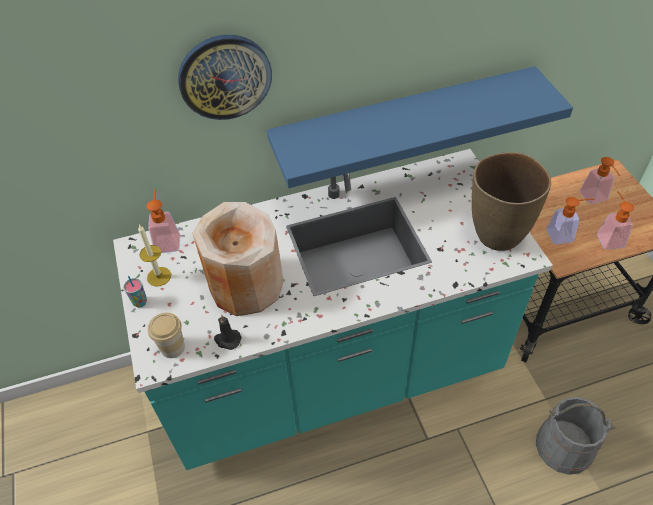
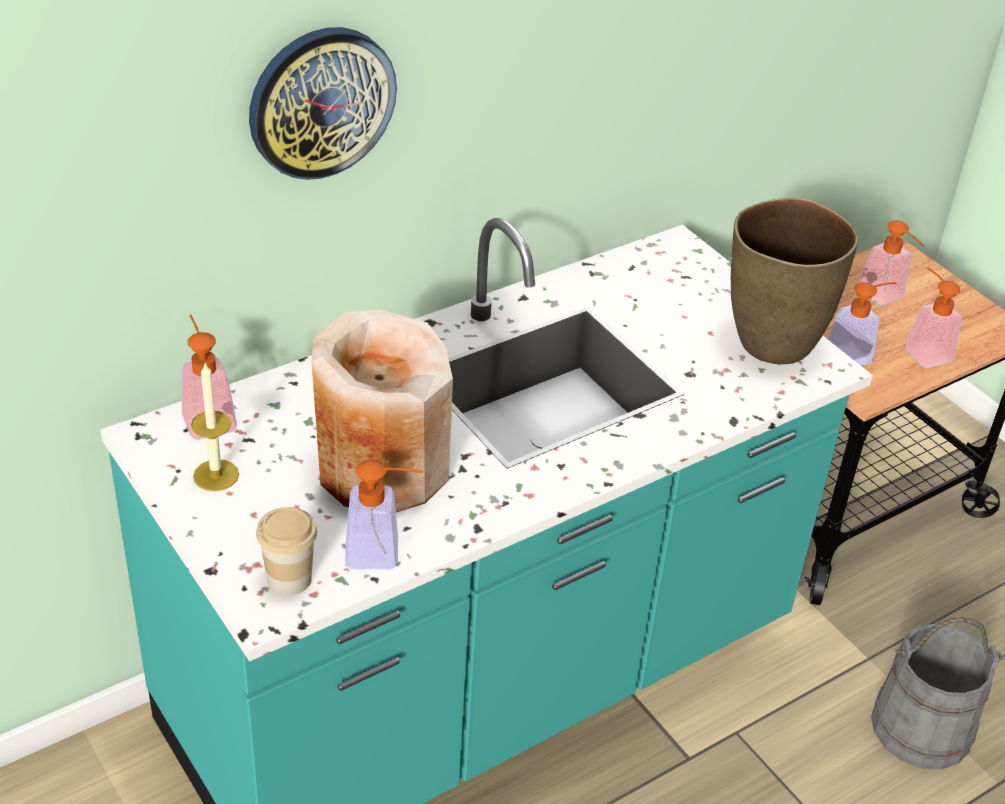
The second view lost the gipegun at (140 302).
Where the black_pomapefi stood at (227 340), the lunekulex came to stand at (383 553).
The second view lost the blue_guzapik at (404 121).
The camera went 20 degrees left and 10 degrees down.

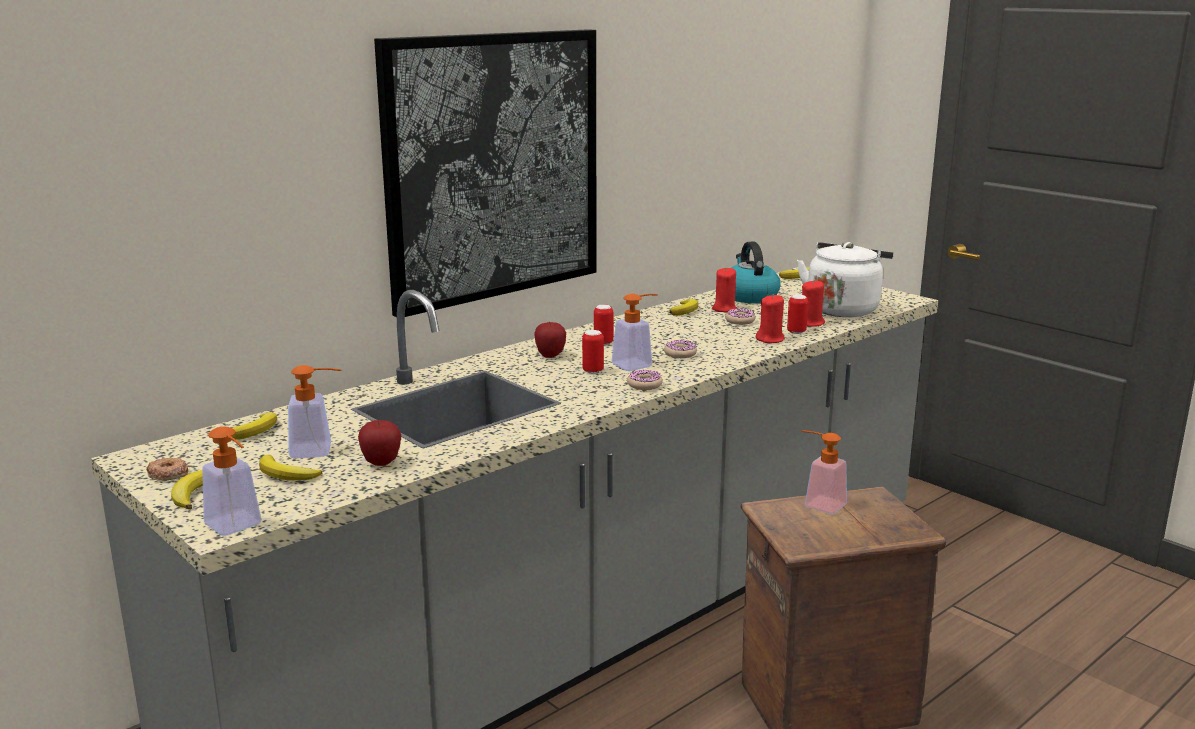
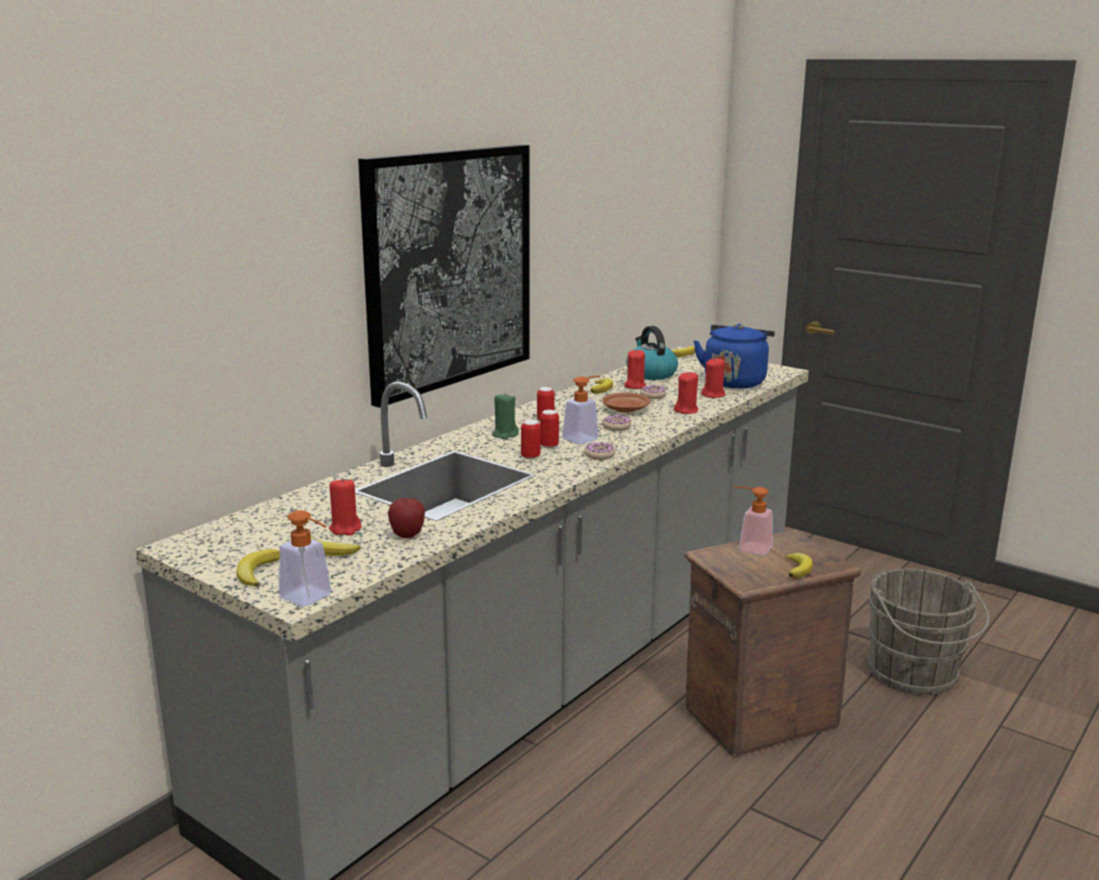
The second view lost the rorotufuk at (168 474).
The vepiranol ended up elsewhere, having gone from (256 430) to (798 568).
Where the lunekulex stood at (319 451), the red_pomapefi came to stand at (345 529).
Where the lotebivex stood at (550 356), the green_pomapefi came to stand at (505 434).
The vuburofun ended up elsewhere, having gone from (796 332) to (530 457).
What was the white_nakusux at (843 309) turned into the blue_nakusux at (735 381).
The second view gained the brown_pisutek at (625 409).
The second view gained the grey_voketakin at (915 675).
The camera went 10 degrees left and 0 degrees up.

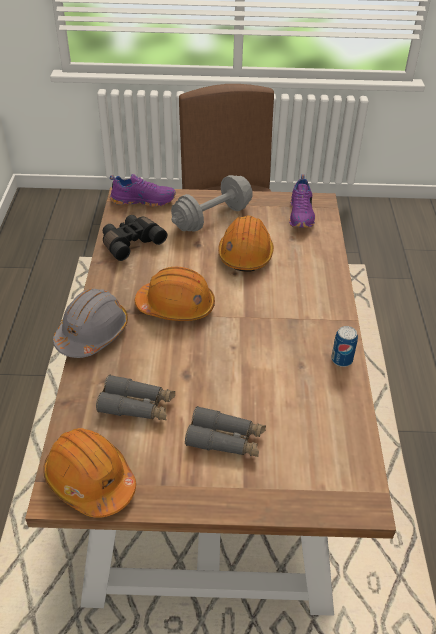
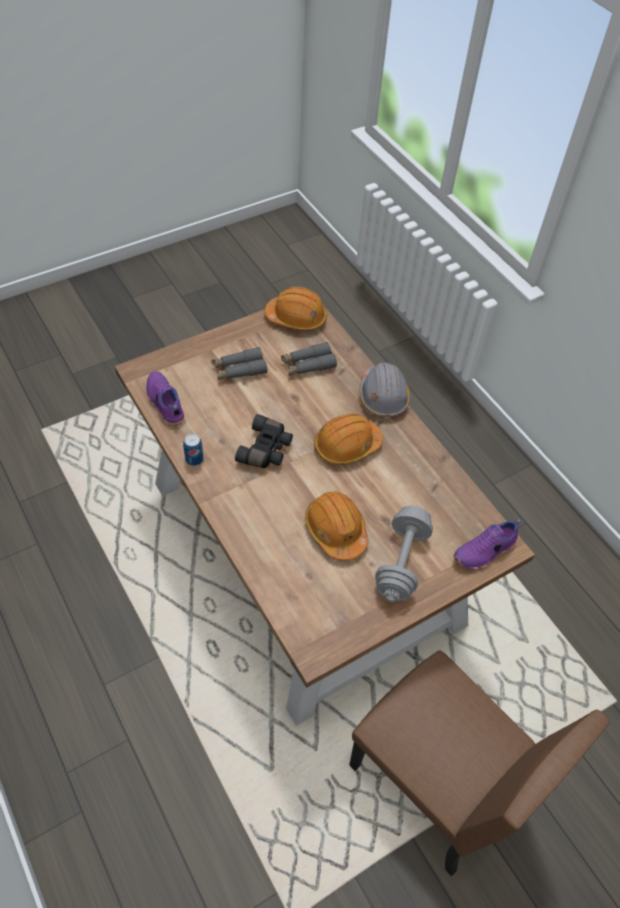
The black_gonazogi ended up elsewhere, having gone from (131 243) to (266 450).
The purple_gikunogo ended up elsewhere, having gone from (301 215) to (164 404).
The camera went 145 degrees right and 10 degrees up.

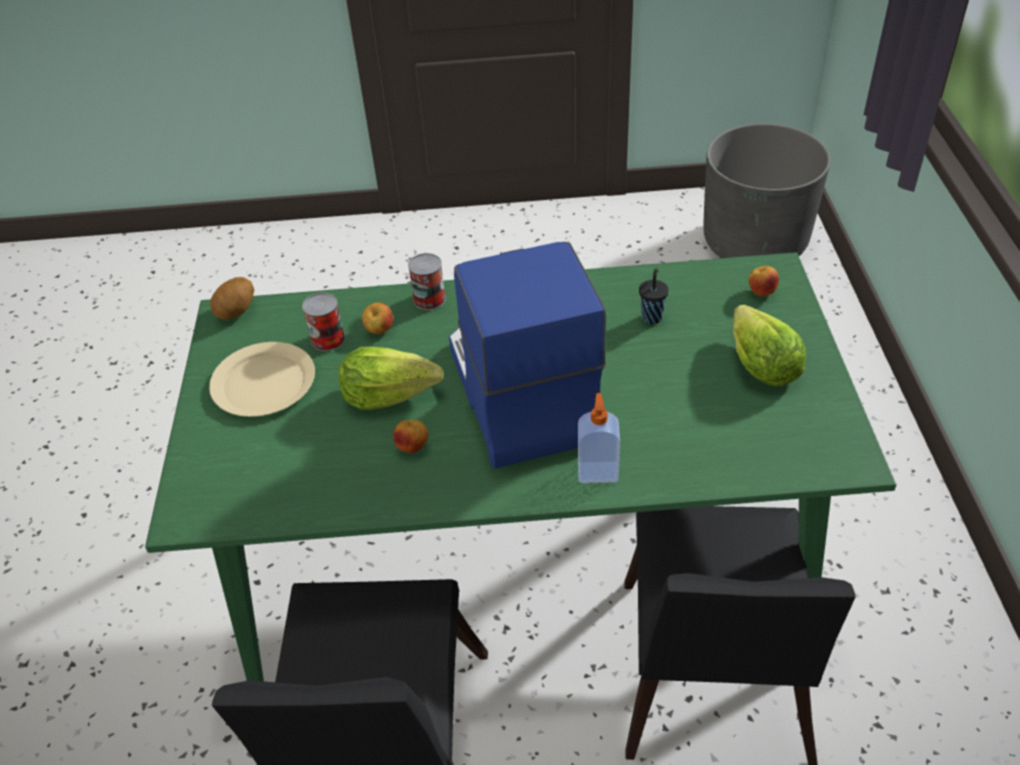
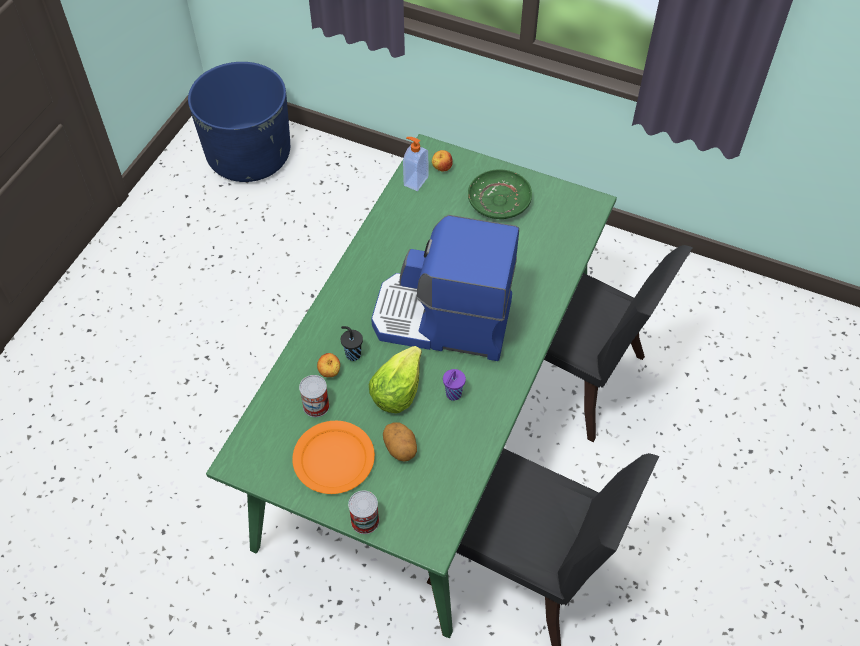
What was the beige_pisutek at (263 382) turned into the orange_pisutek at (333 459).
The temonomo ended up elsewhere, having gone from (237 312) to (400 448).
Where the lotebivex stood at (413 447), the purple_gipegun came to stand at (453 395).
The vuburofun ended up elsewhere, having gone from (429 299) to (365 520).
The lunekulex ended up elsewhere, having gone from (597 471) to (415 181).
The black_gipegun ended up elsewhere, having gone from (652 317) to (352 354).
What was the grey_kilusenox at (754 242) turned into the blue_kilusenox at (249 156).
Where the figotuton stood at (760 365), the green_pisutek came to stand at (499 201).
The camera went 65 degrees left and 10 degrees up.

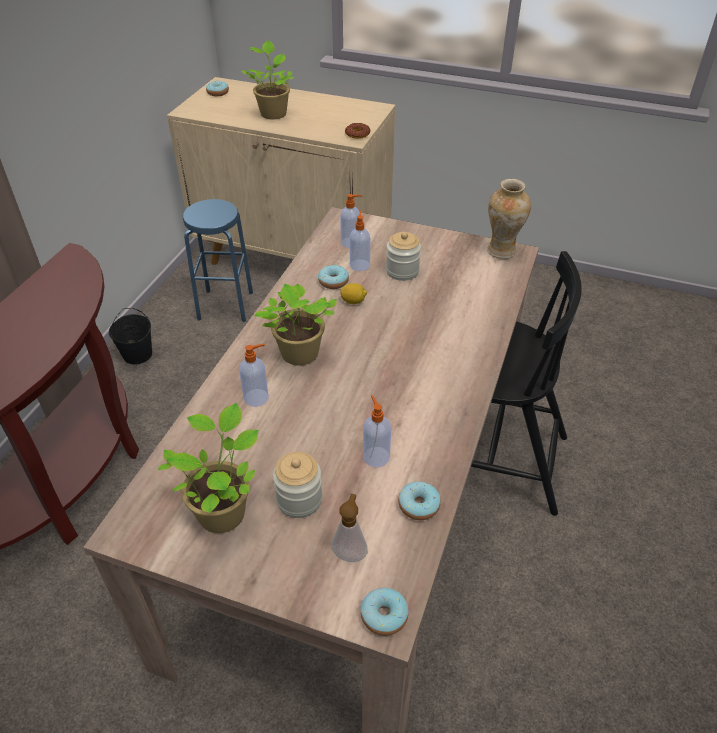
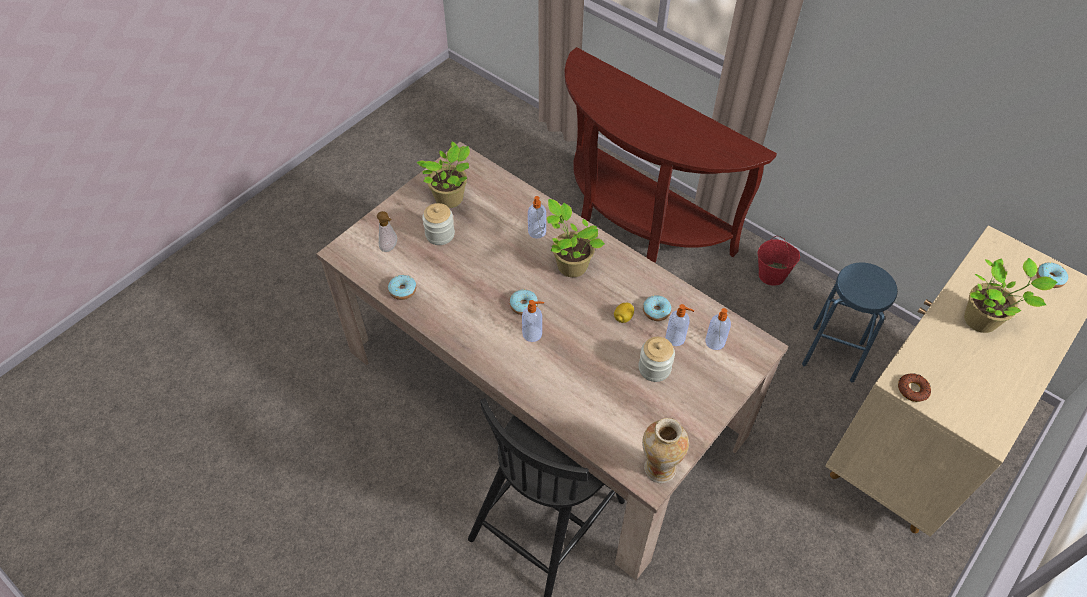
What was the black_voketakin at (137 354) turned into the red_voketakin at (772 275).
The rorotufuk ended up elsewhere, having gone from (384 616) to (523 305).
The lunekulex ended up elsewhere, having gone from (376 456) to (533 334).
The camera went 110 degrees right and 10 degrees up.

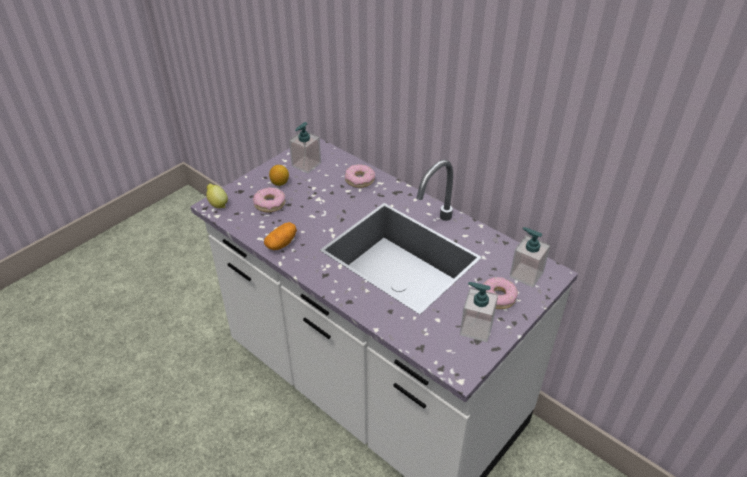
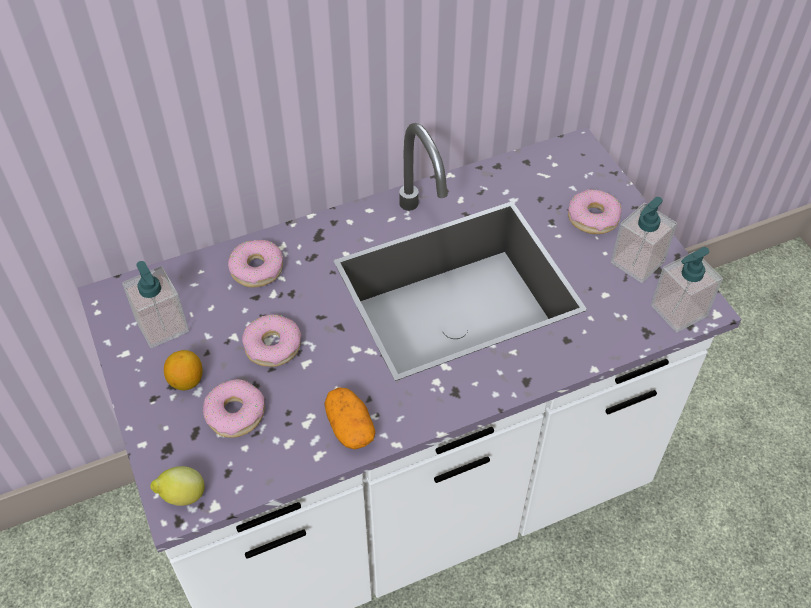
The lunekulex ended up elsewhere, having gone from (526 274) to (678 311).
The second view gained the rorotufuk at (273 346).
The camera went 65 degrees left and 10 degrees up.

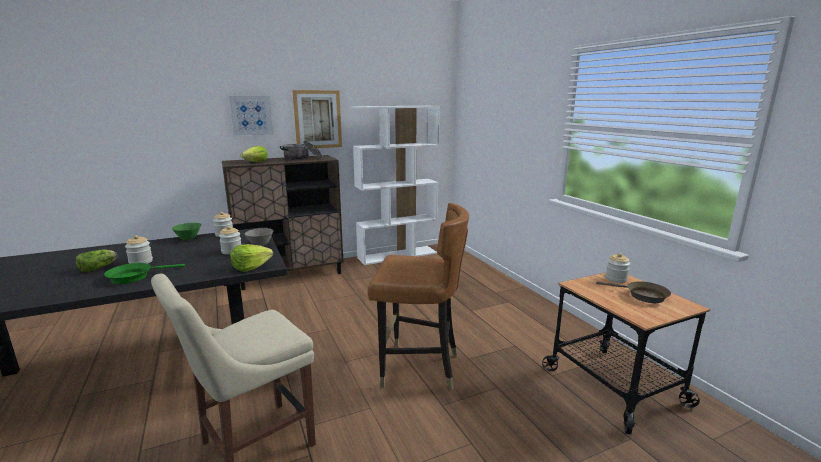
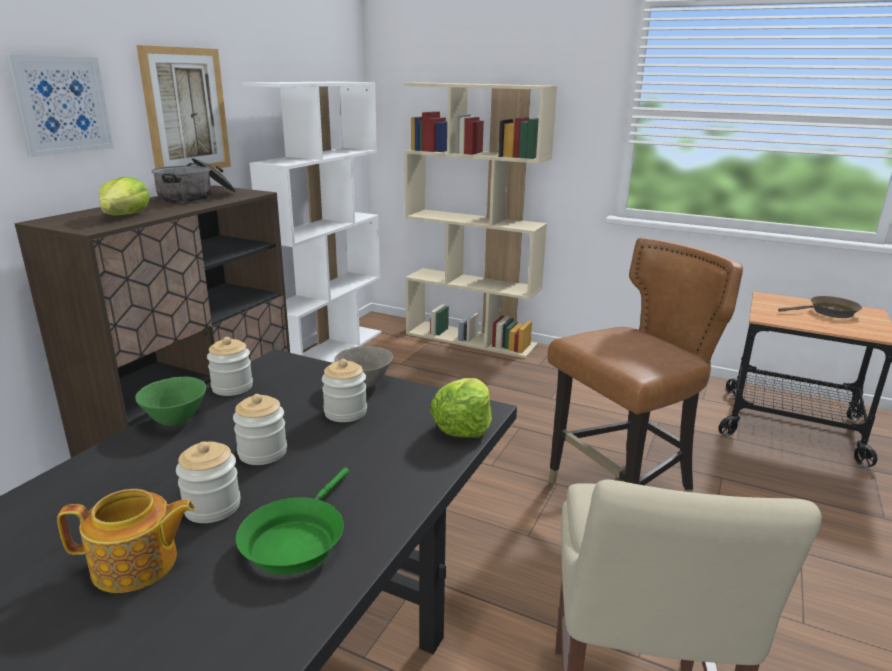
Where the figotuton stood at (99 267), the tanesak came to stand at (137 564).
The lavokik ended up elsewhere, having gone from (616 279) to (262 452).
The second view gained the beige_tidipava at (471 339).
The camera went 40 degrees left and 5 degrees up.

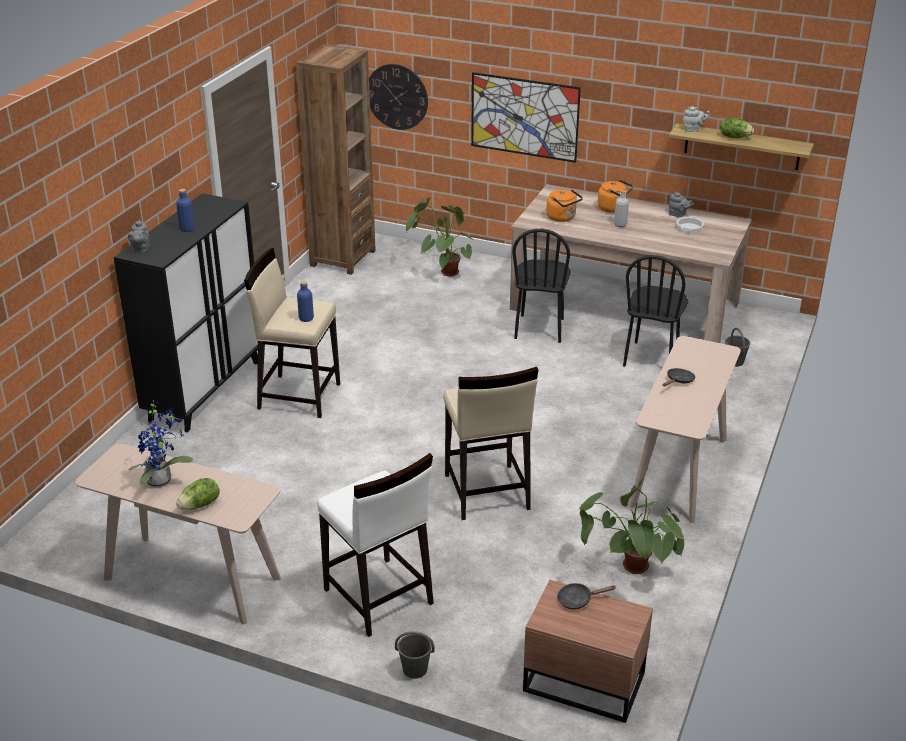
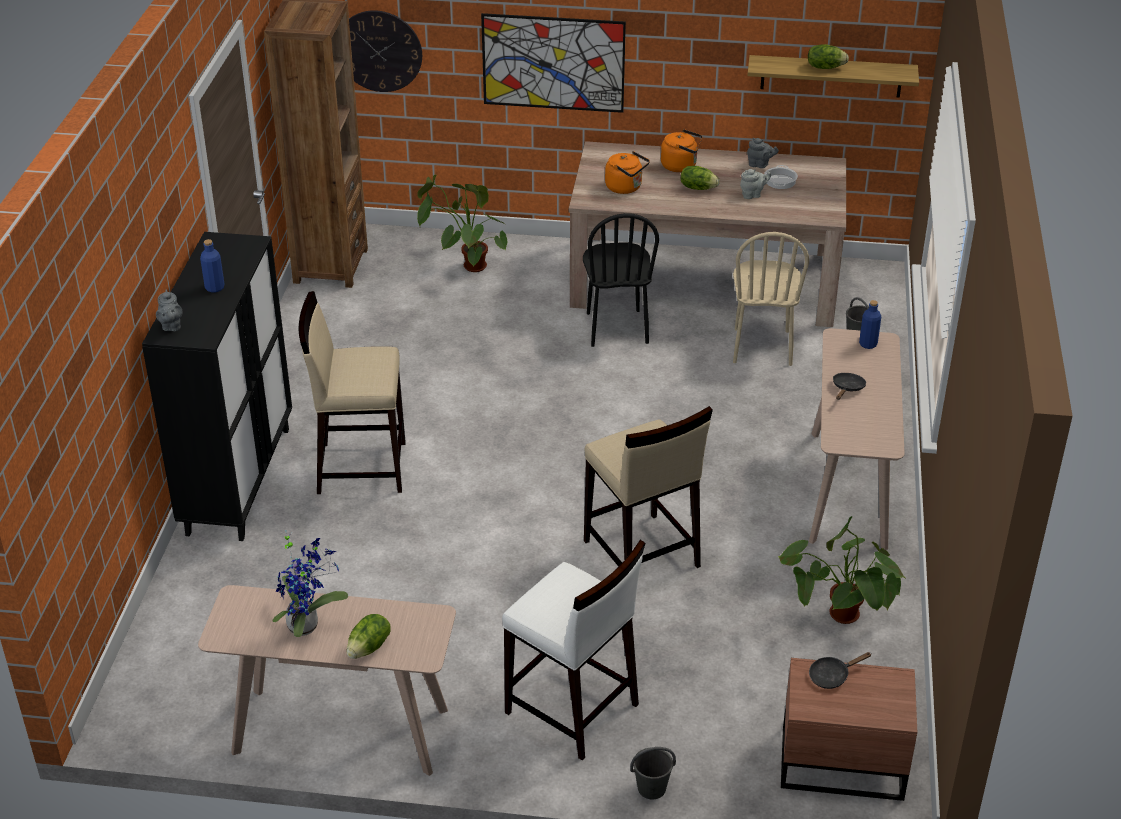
The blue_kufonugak ended up elsewhere, having gone from (306 318) to (868 344).
Where the grey_kufonugak stood at (620 224), the figotuton came to stand at (698 188).
What was the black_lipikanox at (651 358) turned into the beige_lipikanox at (762 347).
The grey_tanesak ended up elsewhere, having gone from (693 130) to (753 195).
The camera went 15 degrees left and 5 degrees up.

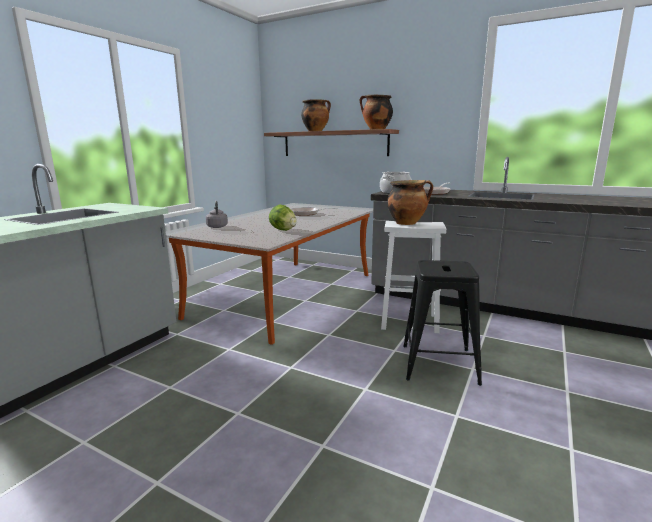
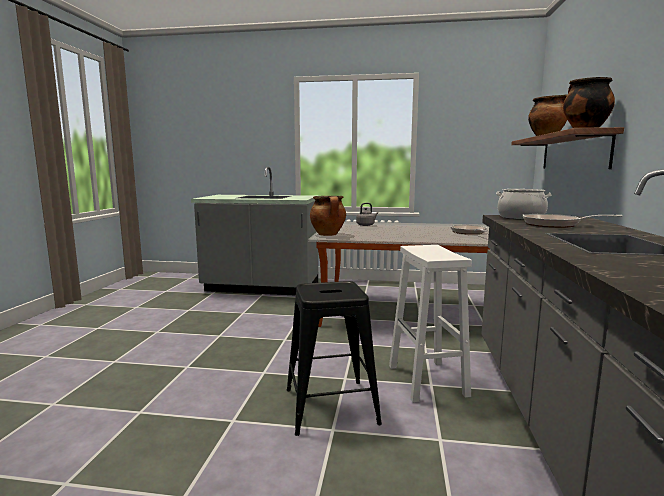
The second view lost the figotuton at (283 230).
The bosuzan ended up elsewhere, having gone from (407 223) to (328 235).
The camera went 70 degrees right and 5 degrees down.

